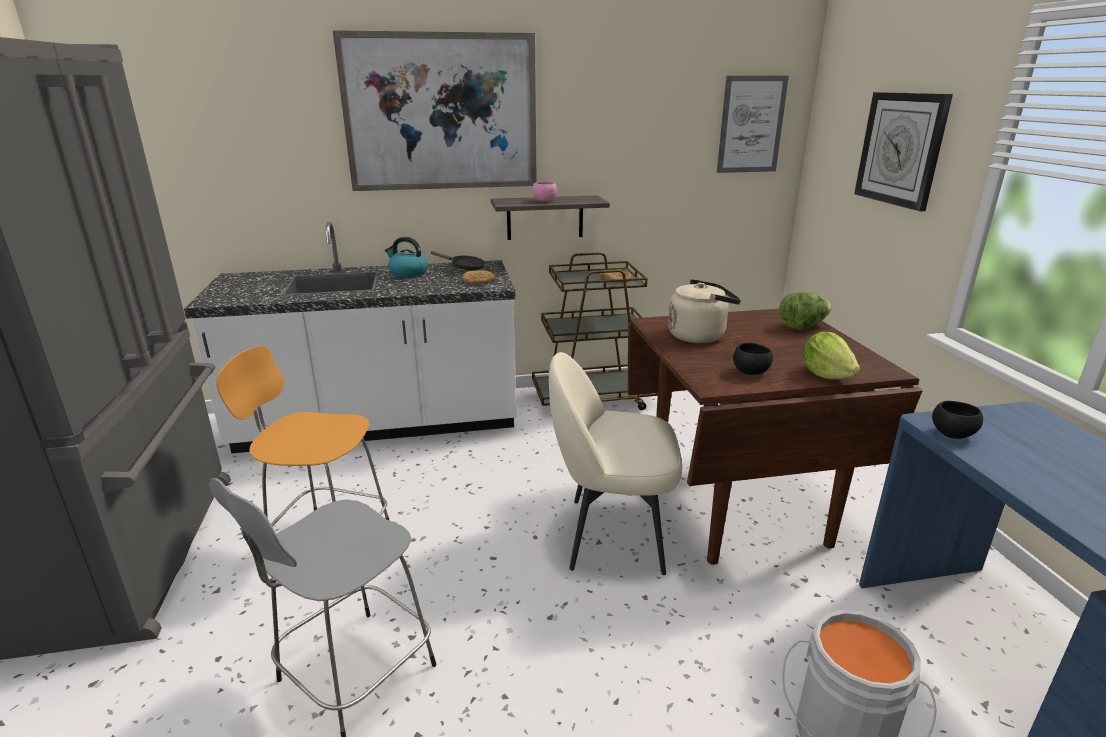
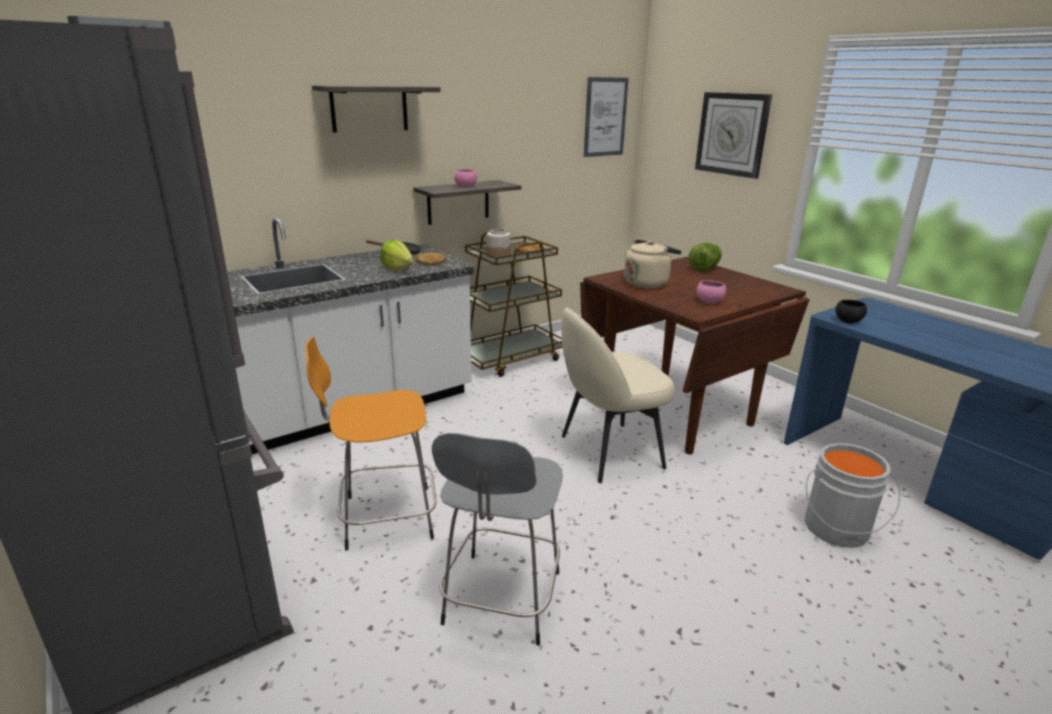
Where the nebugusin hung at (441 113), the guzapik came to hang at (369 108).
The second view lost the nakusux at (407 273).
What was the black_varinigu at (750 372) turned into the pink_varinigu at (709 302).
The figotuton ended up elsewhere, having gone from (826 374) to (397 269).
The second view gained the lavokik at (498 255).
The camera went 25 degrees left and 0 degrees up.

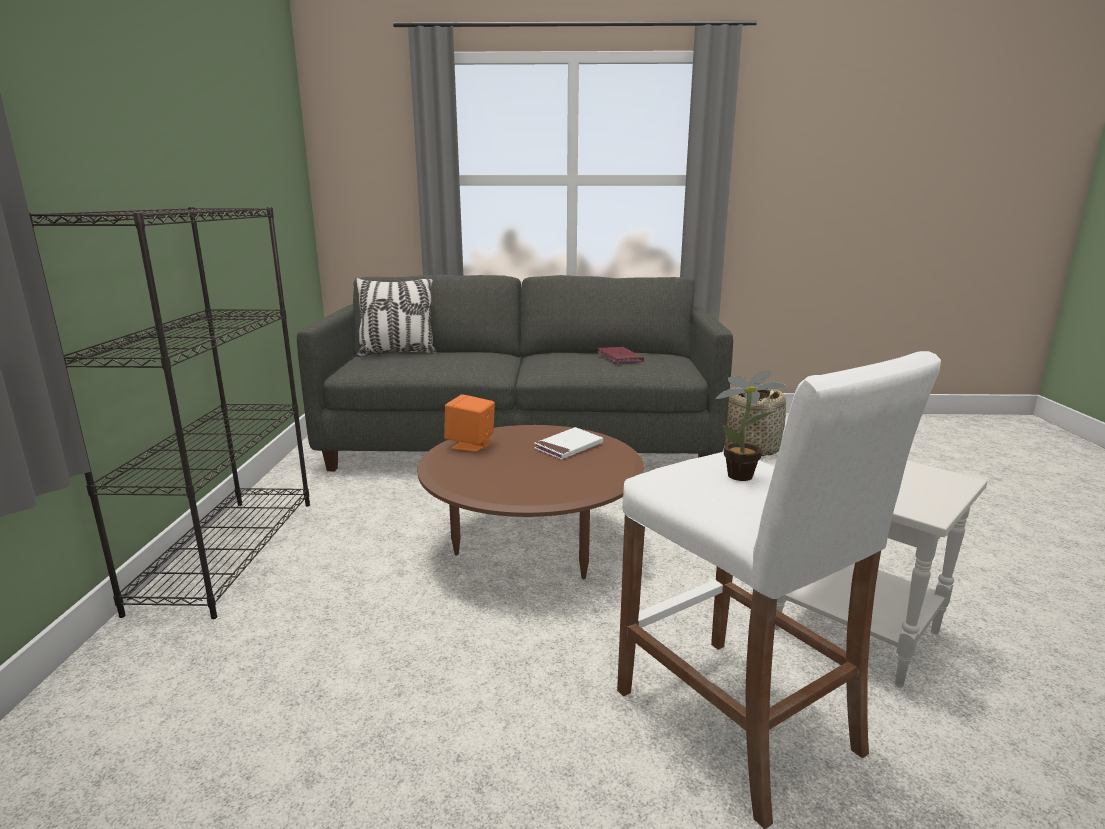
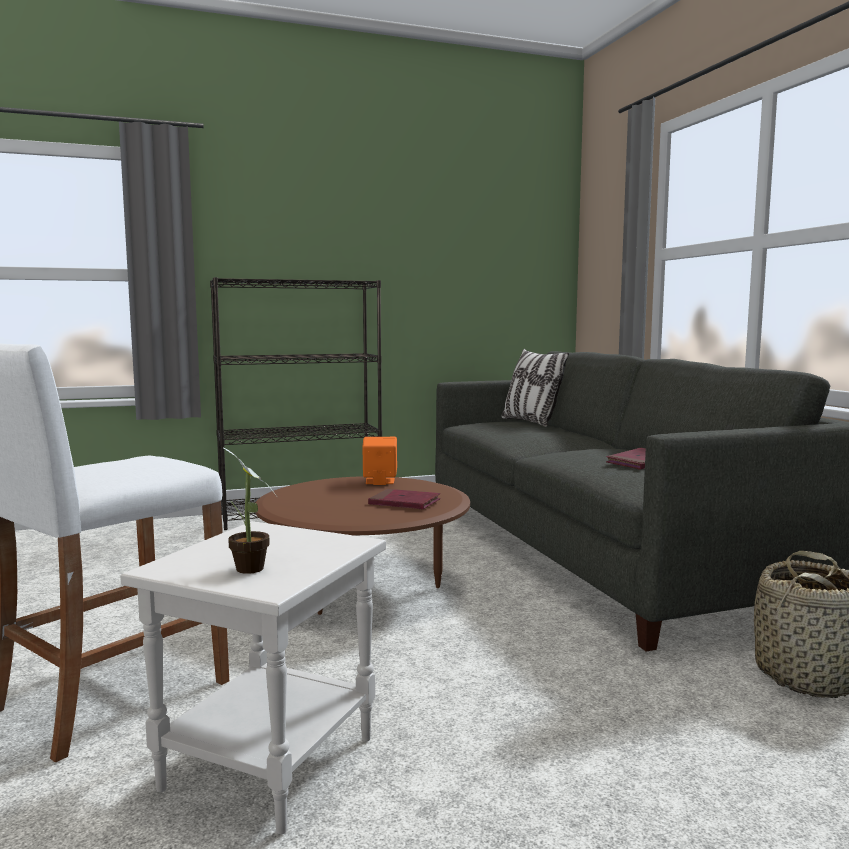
What was the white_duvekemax at (568 447) turned into the red_duvekemax at (404 503).
The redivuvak ended up elsewhere, having gone from (744 476) to (249 570).
The camera went 70 degrees right and 10 degrees down.

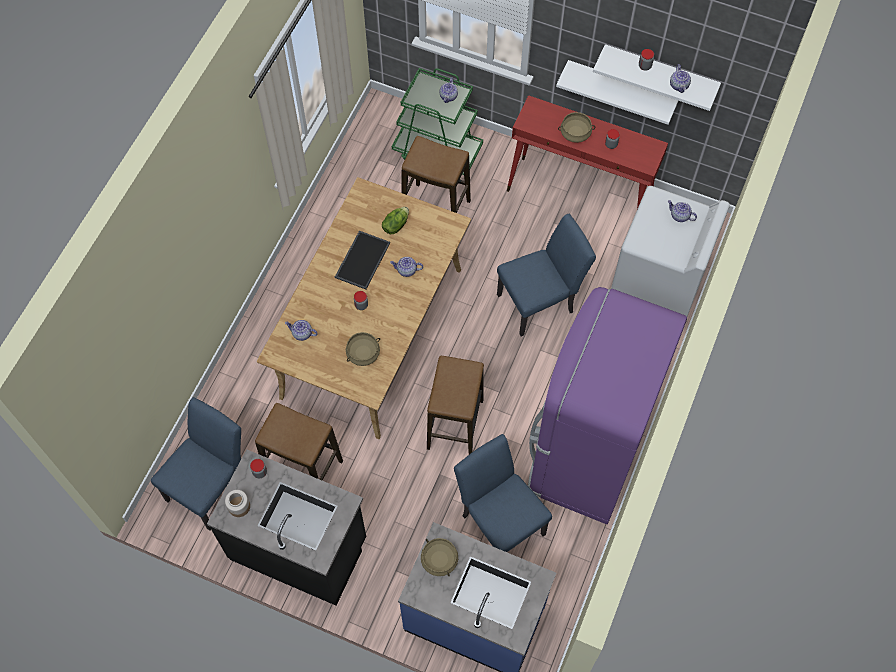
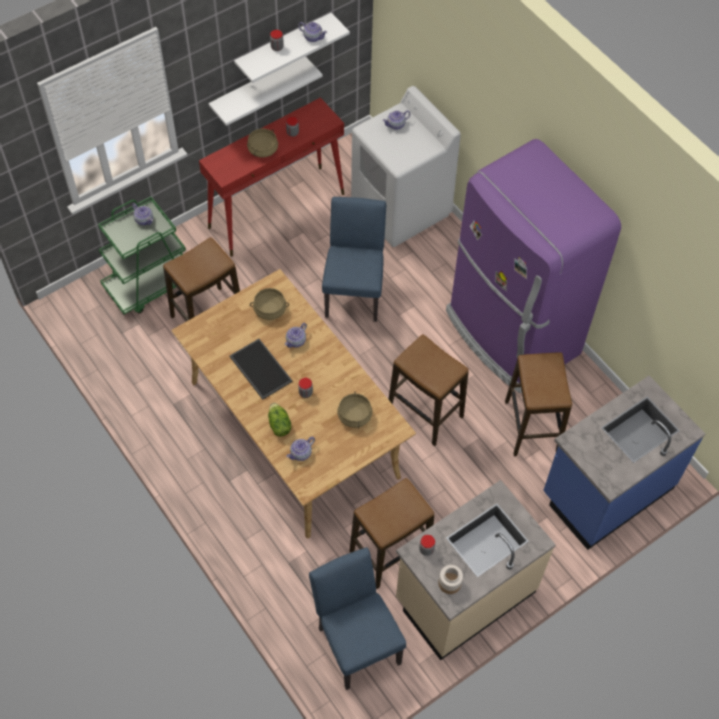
What was the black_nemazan at (299 548) turned into the beige_nemazan at (464 595).
The figotuton ended up elsewhere, having gone from (395 225) to (279 425).
The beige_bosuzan ended up elsewhere, having gone from (439 560) to (270 310).
Where the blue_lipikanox stood at (499 520), the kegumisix came to stand at (531 426).
The camera went 60 degrees left and 5 degrees down.

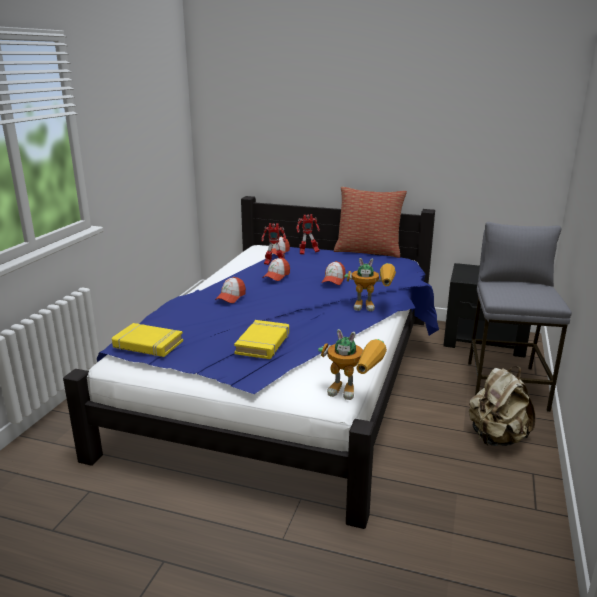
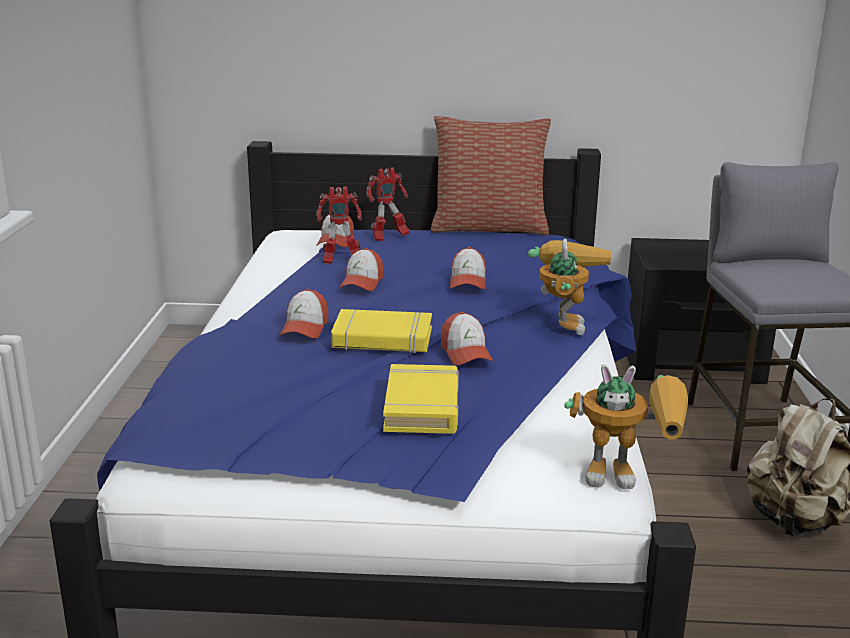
The yellow_duvekemax ended up elsewhere, having gone from (148 344) to (382 339).
The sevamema at (372 306) ended up facing another way, 75 degrees counterclockwise from before.
The second view gained the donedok at (465 353).
The camera went 15 degrees left and 0 degrees up.

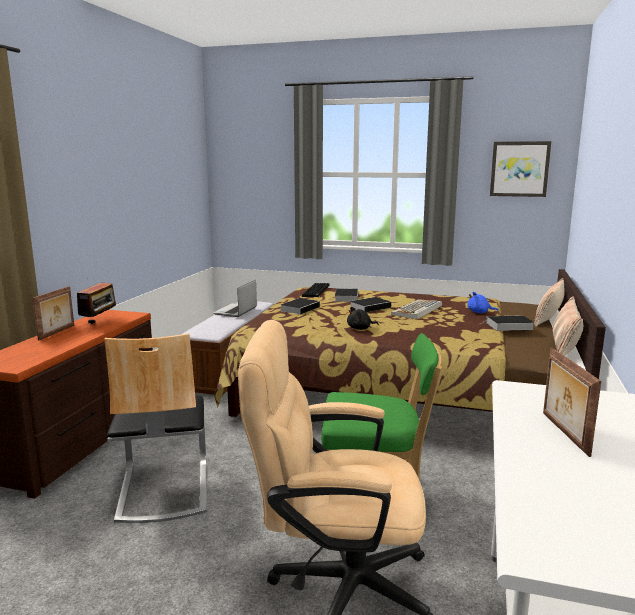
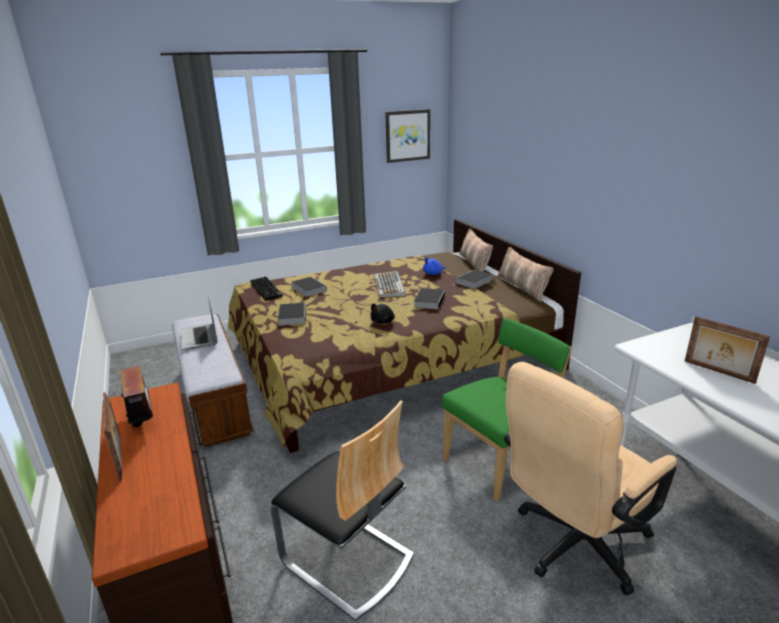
The duvekemax ended up elsewhere, having gone from (370 307) to (429 300).
The camera went 40 degrees left and 10 degrees up.

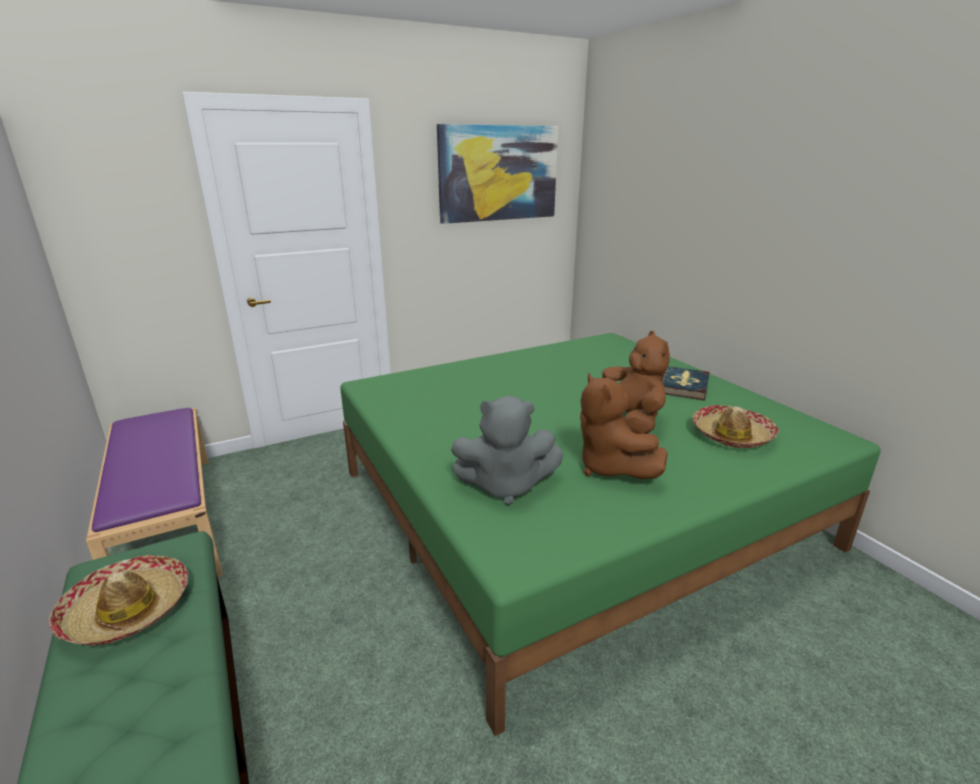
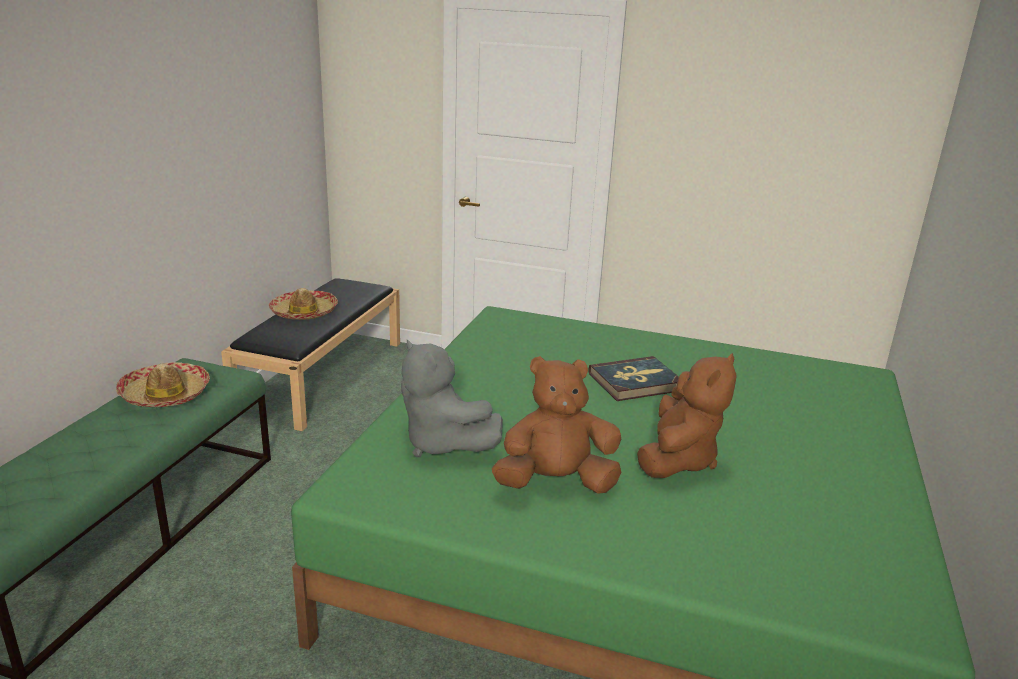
What was the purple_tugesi at (168 520) turned into the black_tugesi at (322 375).
The second view lost the nebugusin at (498 173).
The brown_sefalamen at (610 468) ended up facing another way, 60 degrees clockwise from before.
The duvekemax ended up elsewhere, having gone from (682 386) to (635 382).
The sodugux ended up elsewhere, having gone from (732 435) to (304 312).
The camera went 45 degrees right and 0 degrees up.

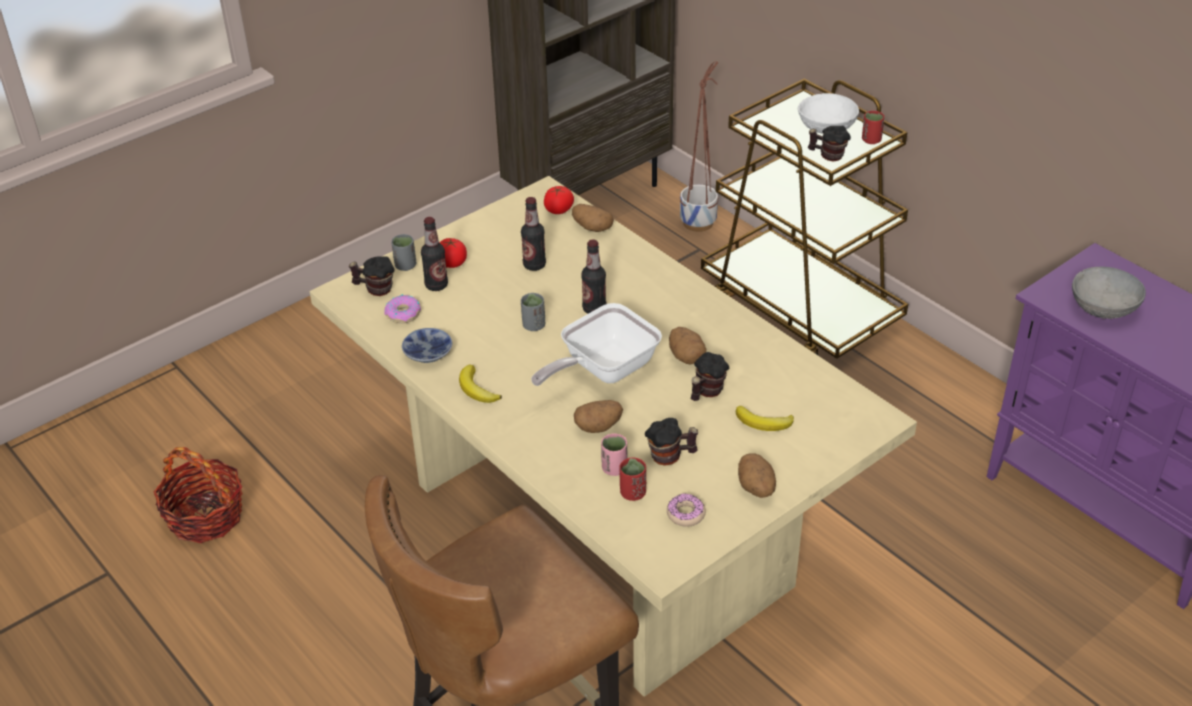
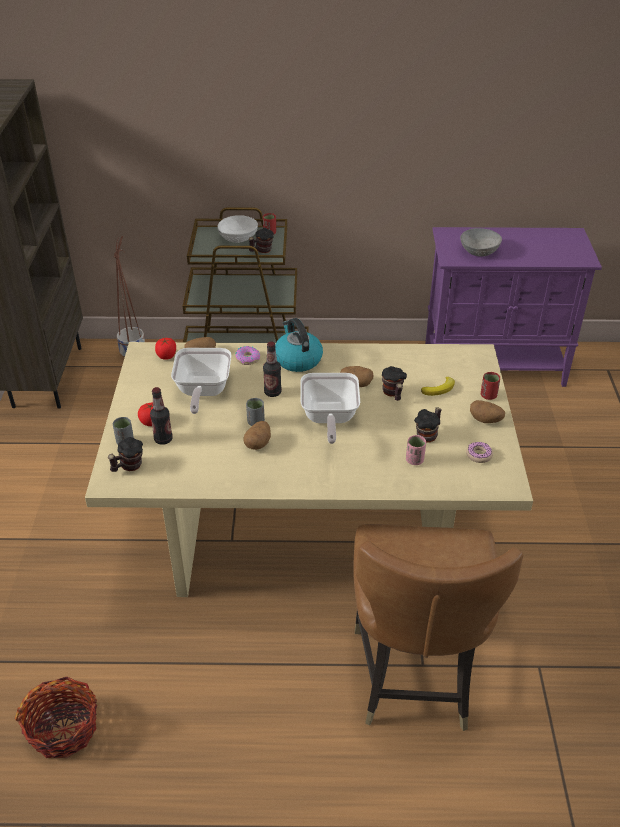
The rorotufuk ended up elsewhere, having gone from (403 314) to (248 358).
The second view lost the varinigu at (428 354).
The second view lost the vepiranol at (477 389).
Where the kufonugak stood at (534 265), the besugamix came to stand at (202 392).
The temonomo ended up elsewhere, having gone from (598 427) to (258 443).
The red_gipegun ended up elsewhere, having gone from (632 493) to (488 395).
The second view gained the nakusux at (297 359).
The camera went 50 degrees left and 0 degrees up.

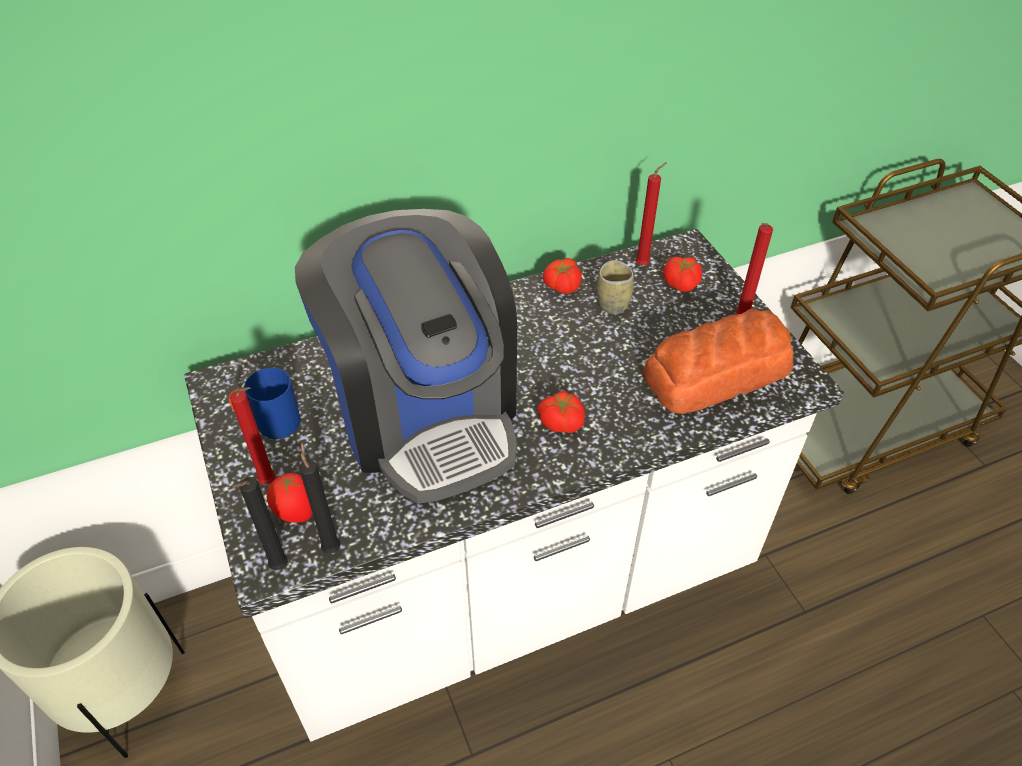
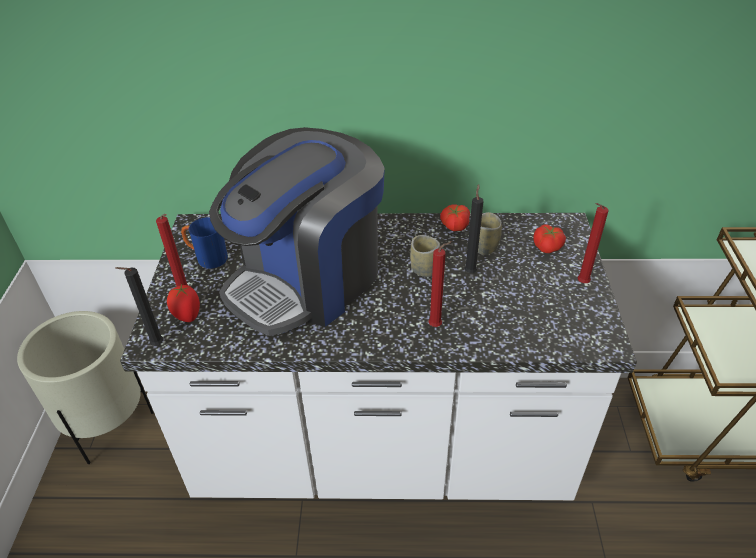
The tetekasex at (425 412) ended up facing another way, 45 degrees clockwise from before.
The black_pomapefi ended up elsewhere, having gone from (331 546) to (470 271).
The second view lost the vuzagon at (561 421).
The red_pomapefi ended up elsewhere, having gone from (644 264) to (437 325).
The second view lost the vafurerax at (718 373).
The second view gained the gipegun at (424 269).
The camera went 25 degrees right and 5 degrees down.

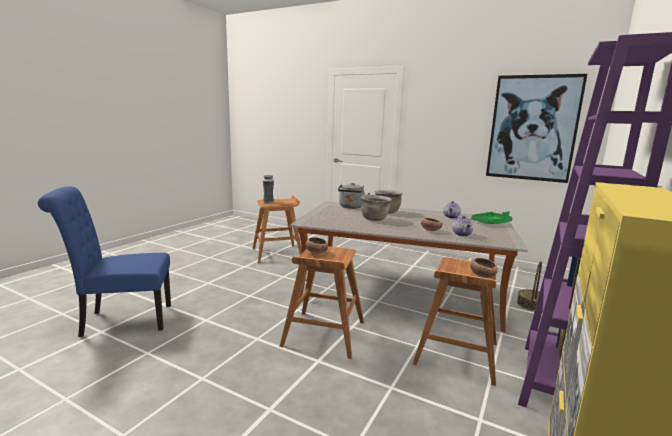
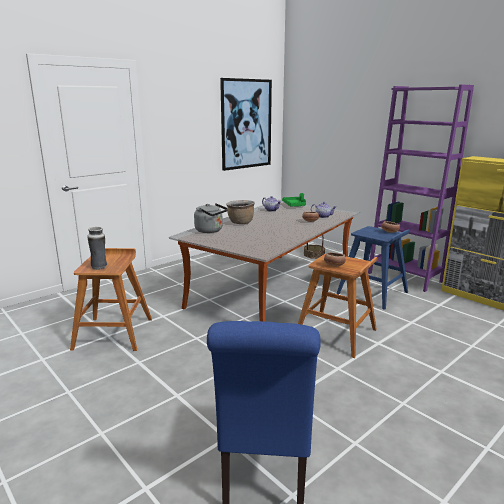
The second view lost the brown_bosuzan at (374 219).
What was the brown_kegumisix at (456 354) turned into the blue_kegumisix at (373 293).
The camera went 70 degrees left and 5 degrees up.

